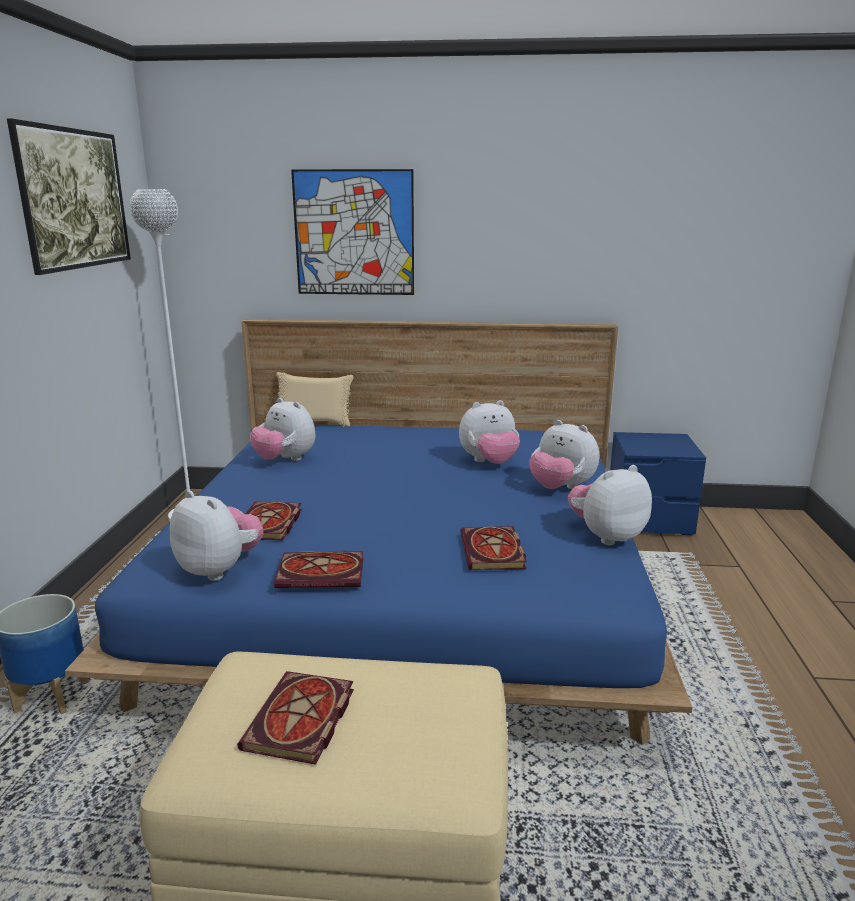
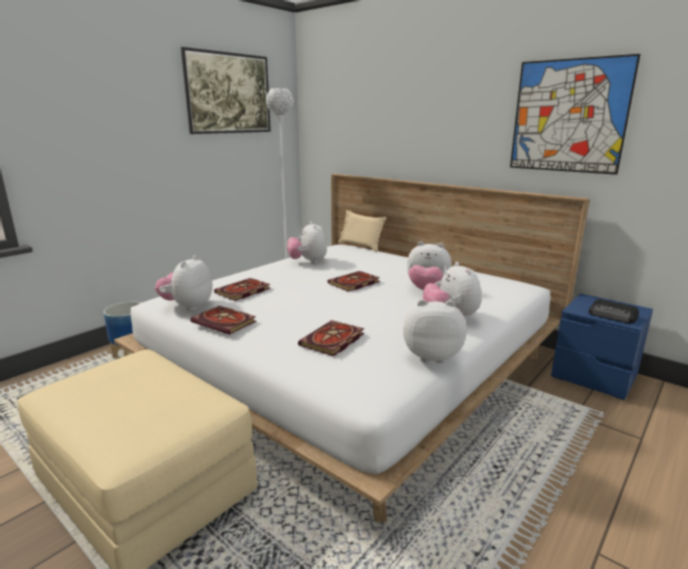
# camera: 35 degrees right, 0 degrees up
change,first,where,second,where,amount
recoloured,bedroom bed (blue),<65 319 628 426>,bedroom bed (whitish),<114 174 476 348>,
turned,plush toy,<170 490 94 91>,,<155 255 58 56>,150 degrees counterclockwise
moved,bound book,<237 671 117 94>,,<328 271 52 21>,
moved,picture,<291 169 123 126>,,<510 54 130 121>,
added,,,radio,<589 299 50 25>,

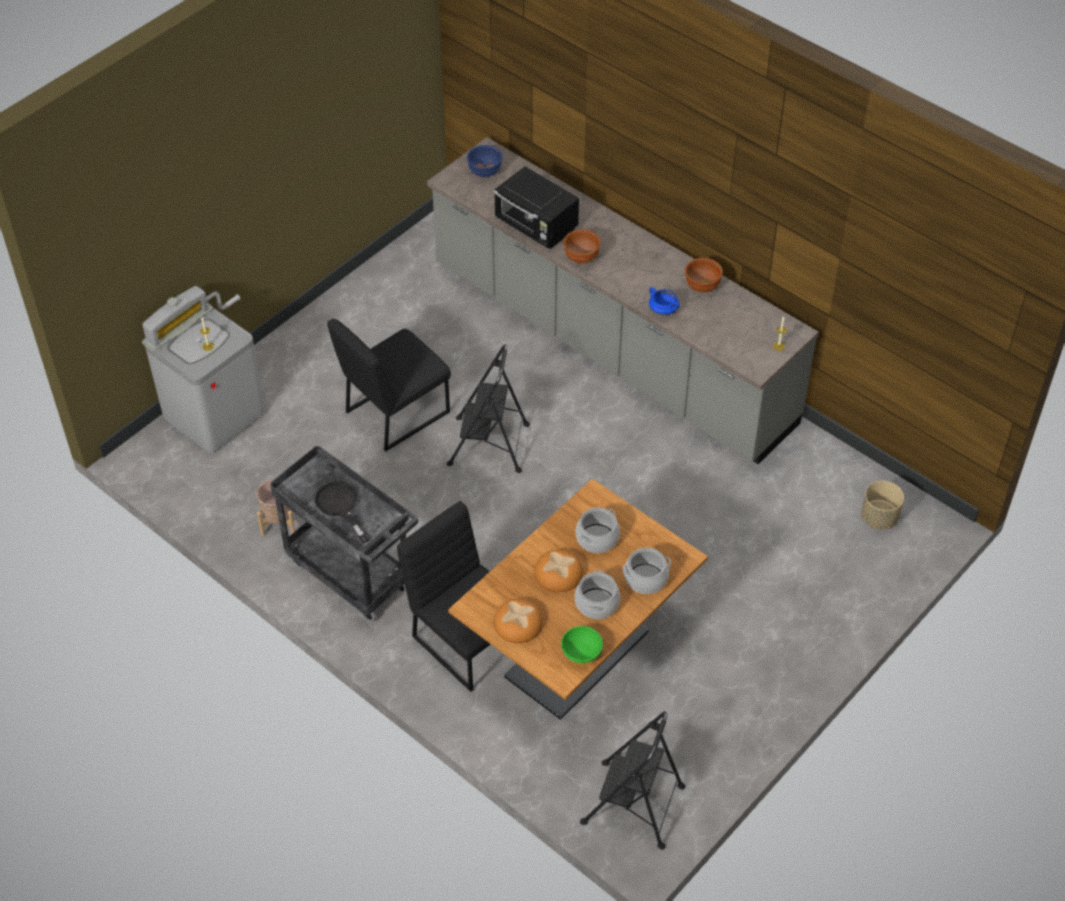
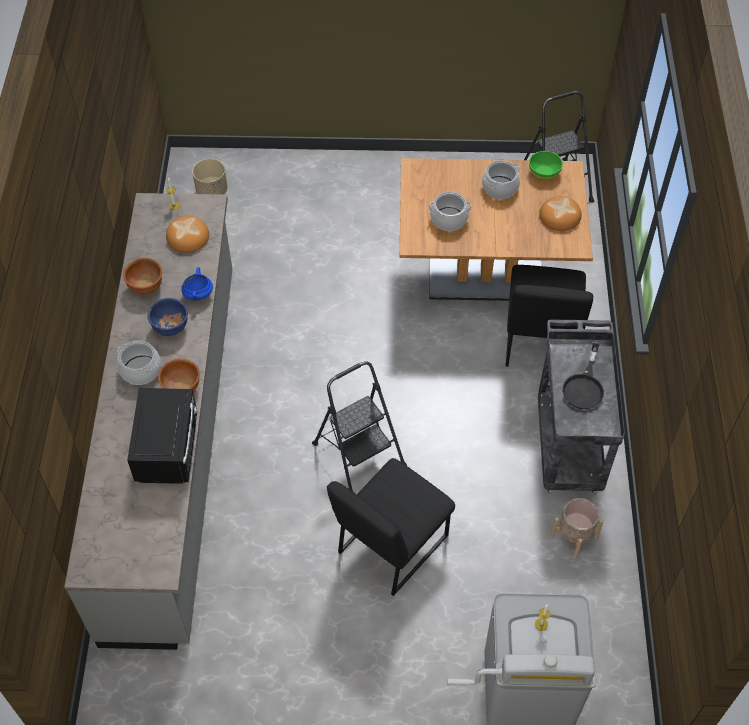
# camera: 130 degrees left, 5 degrees up
change,first,where,second,where,amount
turned,chair (black),<327 319 124 132>,,<327 458 128 138>,120 degrees clockwise
moved,bowl (blue),<467 145 35 32>,,<147 298 41 38>,
moved,bakery bread,<534 550 49 42>,,<166 216 43 37>,
moved,saucepot,<622 548 50 46>,,<117 340 44 45>,

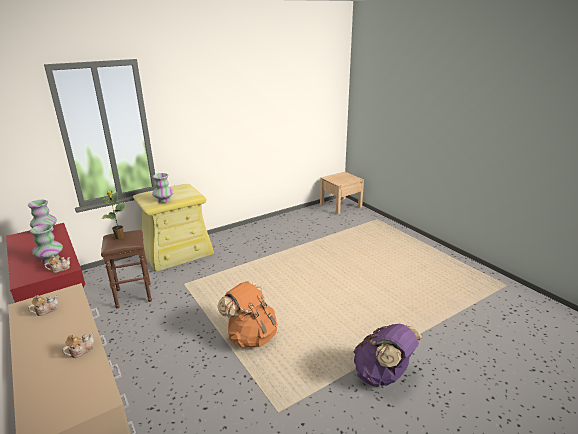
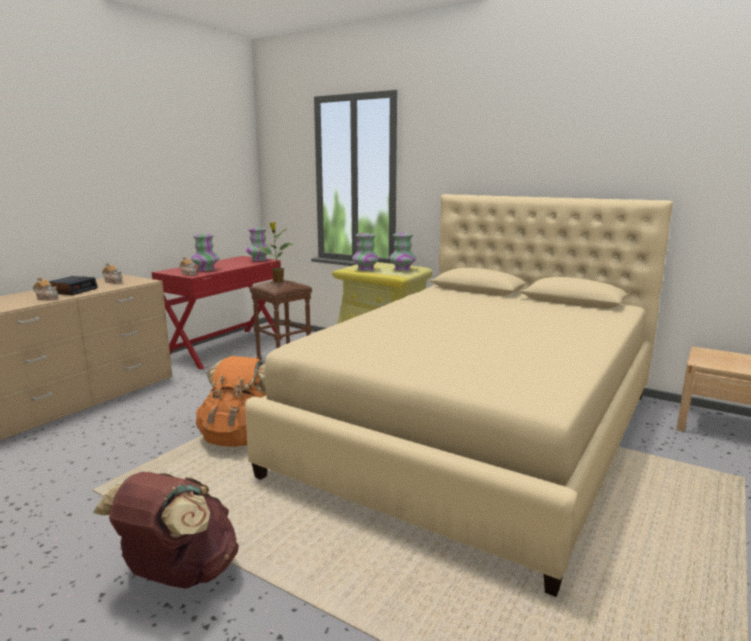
# camera: 65 degrees right, 10 degrees down
change,first,where,second,where,amount
recoloured,backpack (purple-coloured),<353 324 69 63>,backpack (brownish),<93 472 146 117>,
added,,,bedside clock,<49 276 49 19>,
added,,,bedroom bed (beige-coloured),<245 194 428 403>,
added,,,vase,<389 233 27 38>,

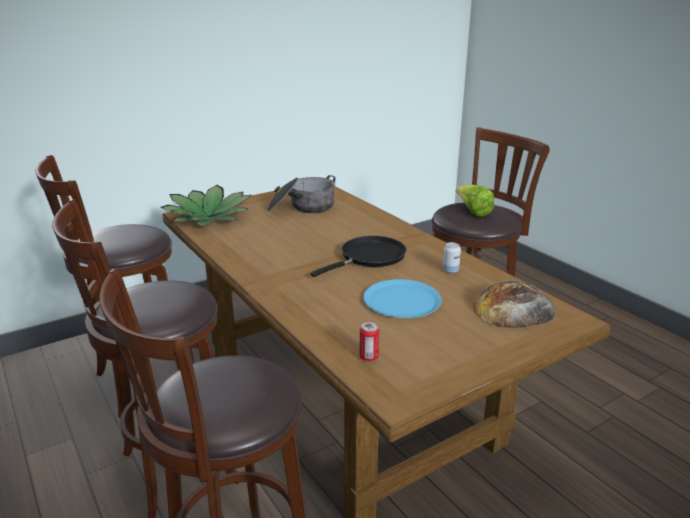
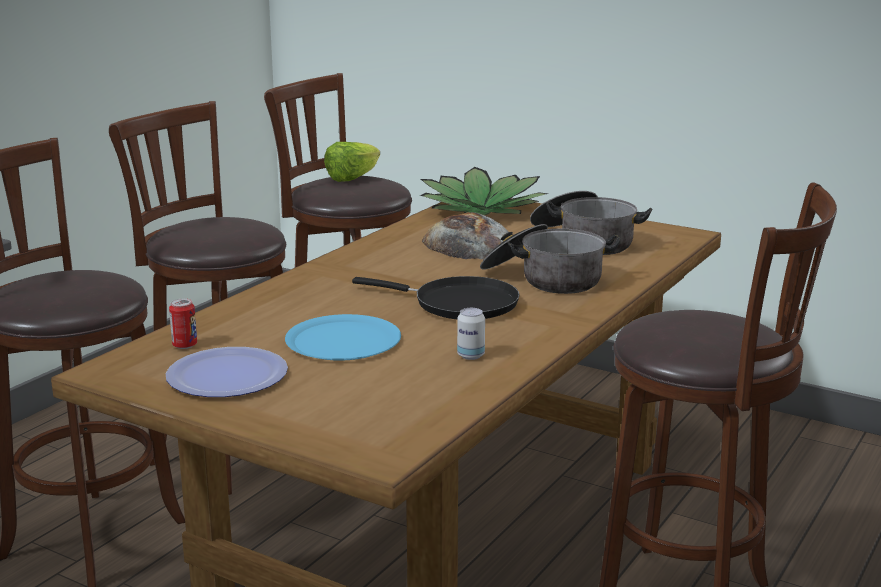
# camera: 65 degrees right, 5 degrees down
change,first,where,second,where,amount
moved,lettuce head,<456 185 38 32>,,<324 142 56 40>,
moved,bakery bread,<472 280 84 48>,,<422 212 87 48>,
added,,,flat dish,<166 347 122 50>,
added,,,saucepot,<480 224 140 70>,

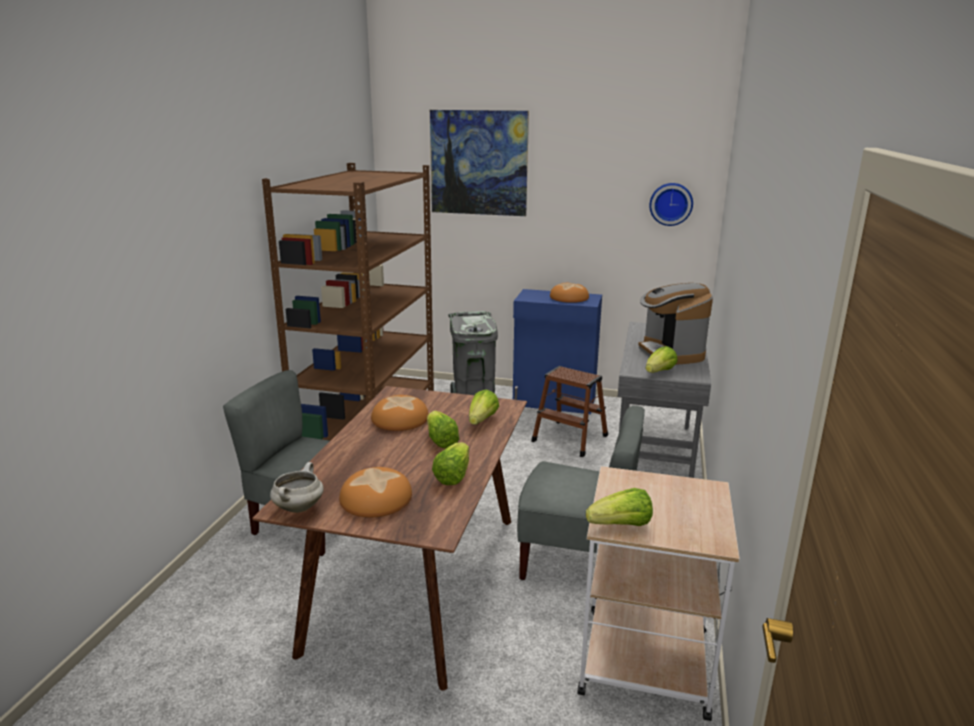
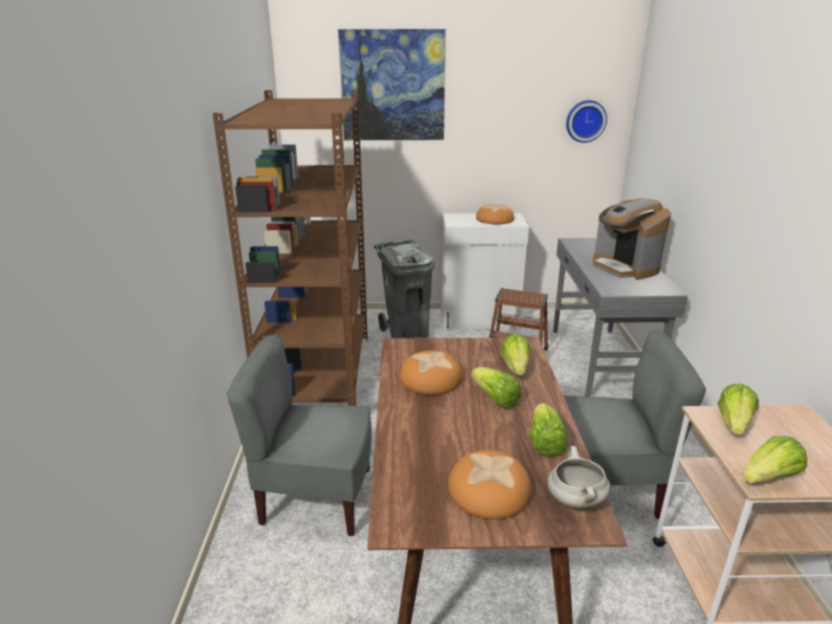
# camera: 15 degrees left, 5 degrees up
change,first,where,second,where,amount
moved,saucepot (whitish),<270 462 54 51>,,<548 446 62 64>,
recoloured,cabinet (blue),<513 289 89 125>,cabinet (whitish),<441 213 88 116>,
moved,lettuce head,<645 346 33 27>,,<717 383 42 52>,

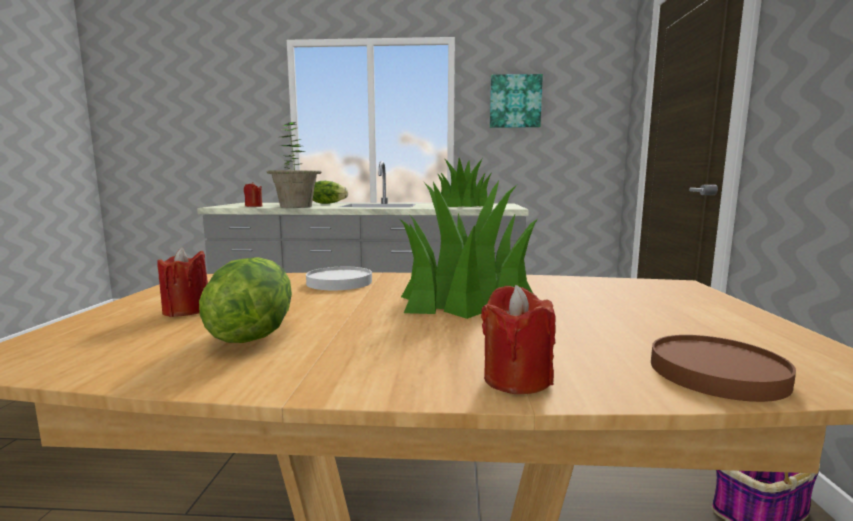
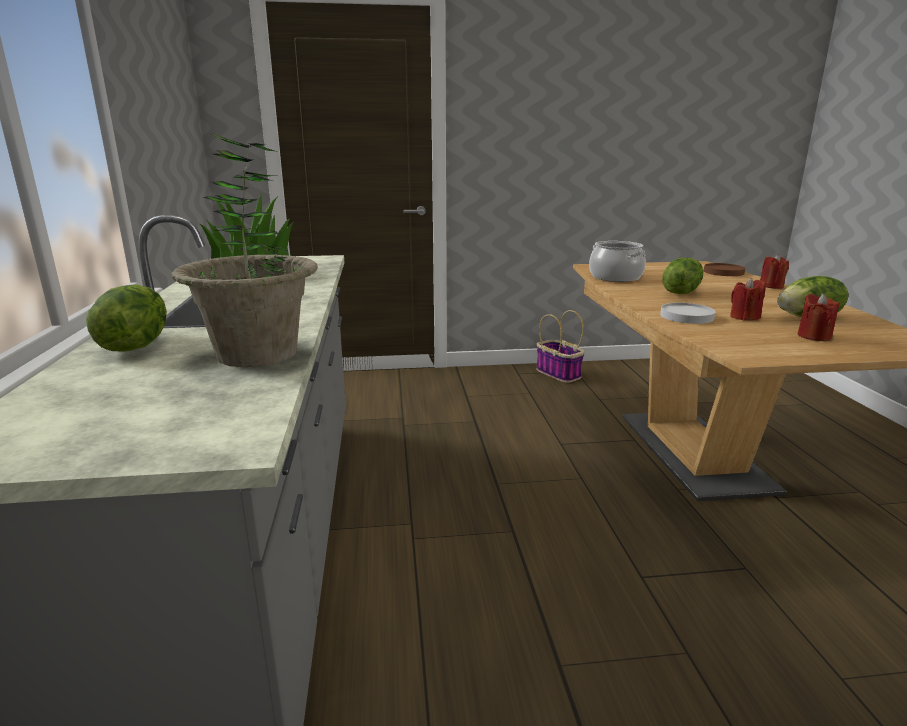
# camera: 100 degrees left, 10 degrees up
change,first,where,second,where,amount
moved,candle (reddish),<244 182 18 25>,,<730 278 36 43>,
replaced,houseplant,<400 181 138 138>,lettuce head,<662 258 41 36>,
removed,picture,<490 74 53 54>,,,
added,,,saucepot,<589 241 57 41>,

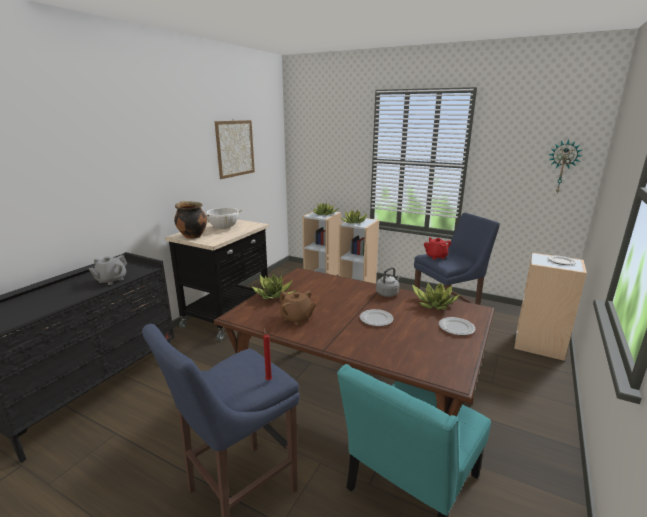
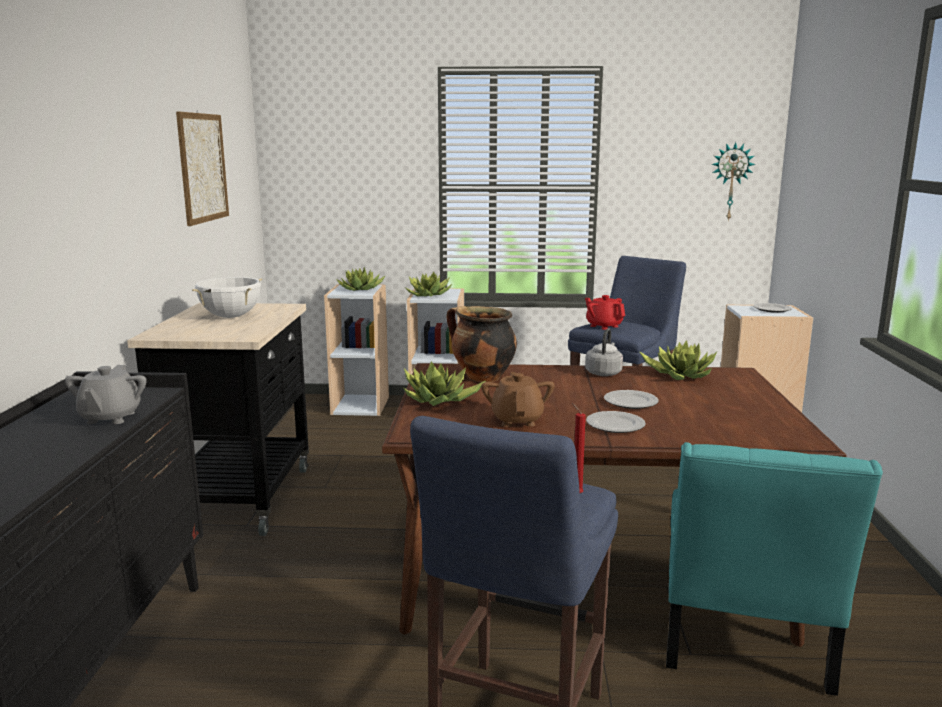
# camera: 25 degrees left, 5 degrees down
change,first,where,second,where,amount
moved,saucepot,<174 201 33 38>,,<447 306 70 76>,
turned,teapot (brownish),<279 291 37 34>,,<481 372 74 55>,105 degrees counterclockwise
moved,flat dish,<439 317 36 18>,,<586 411 60 22>,

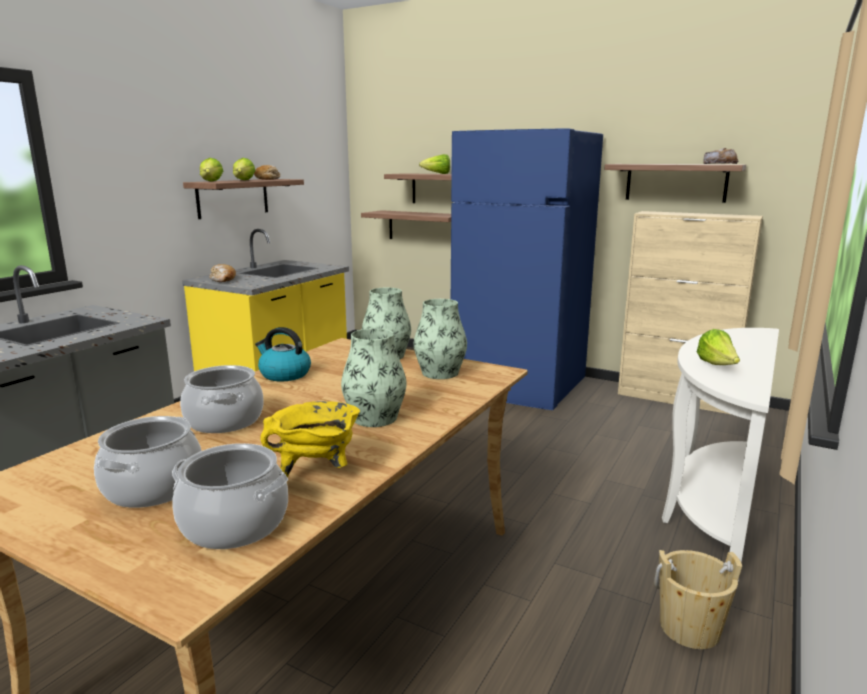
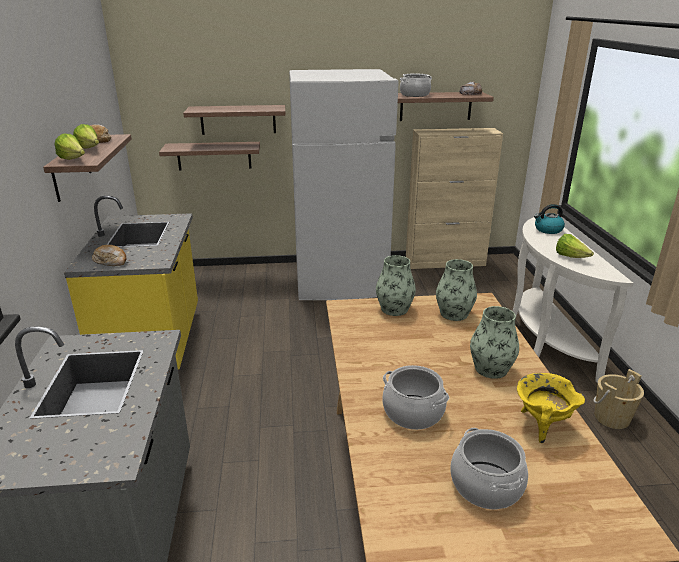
# camera: 35 degrees left, 10 degrees up
change,first,where,second,where,amount
moved,saucepot,<172 443 116 106>,,<400 74 32 23>,
moved,water kettle,<255 327 56 54>,,<534 204 31 30>,
removed,lettuce head,<419 154 31 20>,,,
recoloured,refrigerator (blue),<451 128 152 282>,refrigerator (whitish),<289 69 109 231>,

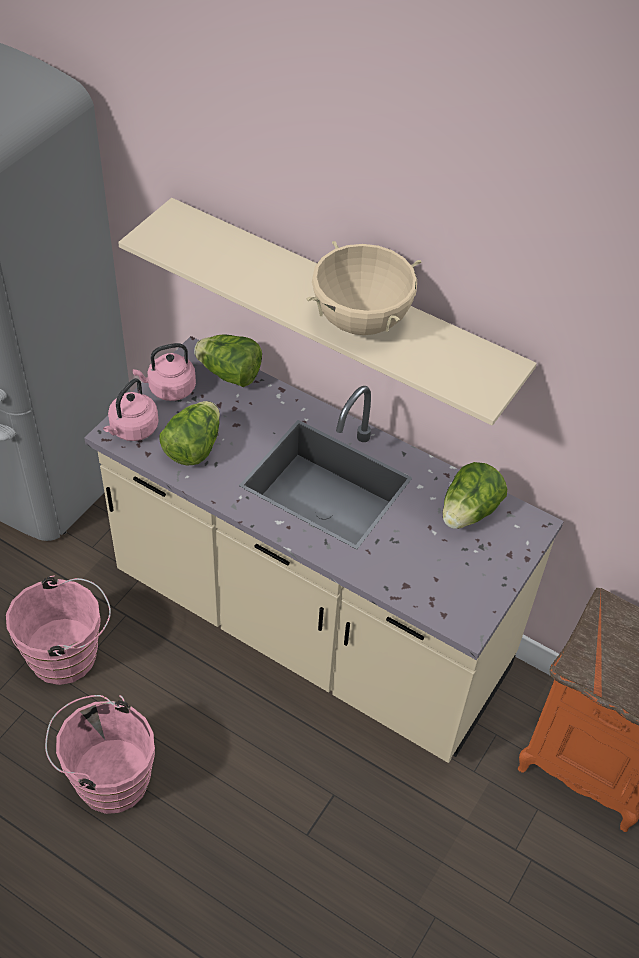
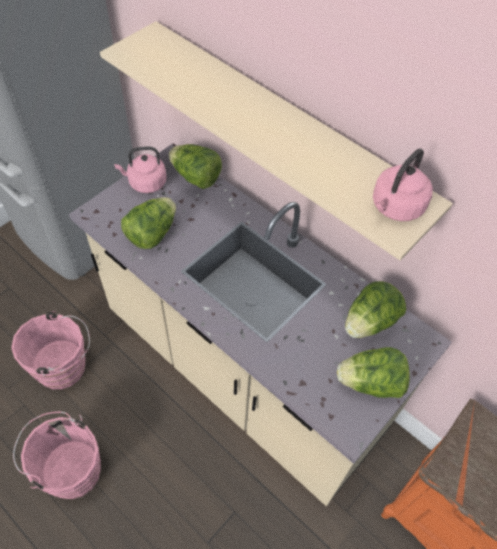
# camera: 10 degrees right, 5 degrees up
change,first,where,second,where,amount
moved,water kettle (pink-coloured),<103 378 56 63>,,<373 149 60 72>,
removed,saucepot (beige-coloured),<307 241 115 94>,,,
added,,,lettuce head,<337 347 73 51>,

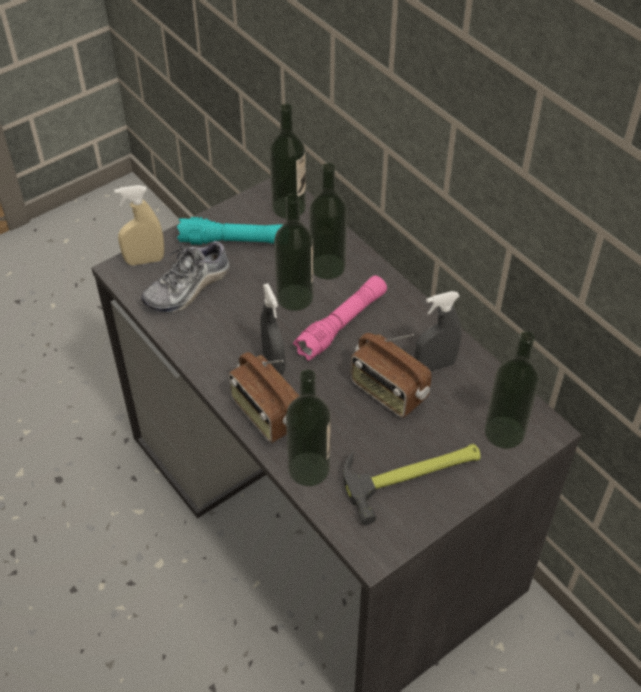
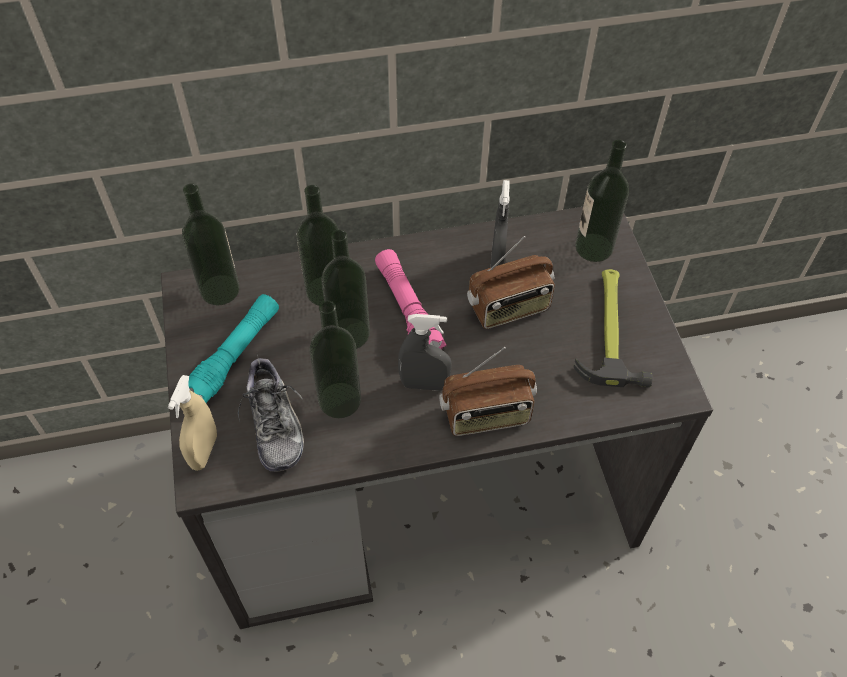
# camera: 65 degrees left, 5 degrees up
change,first,where,second,where,amount
moved,beverage bottle,<286 369 45 117>,,<309 301 52 117>,

